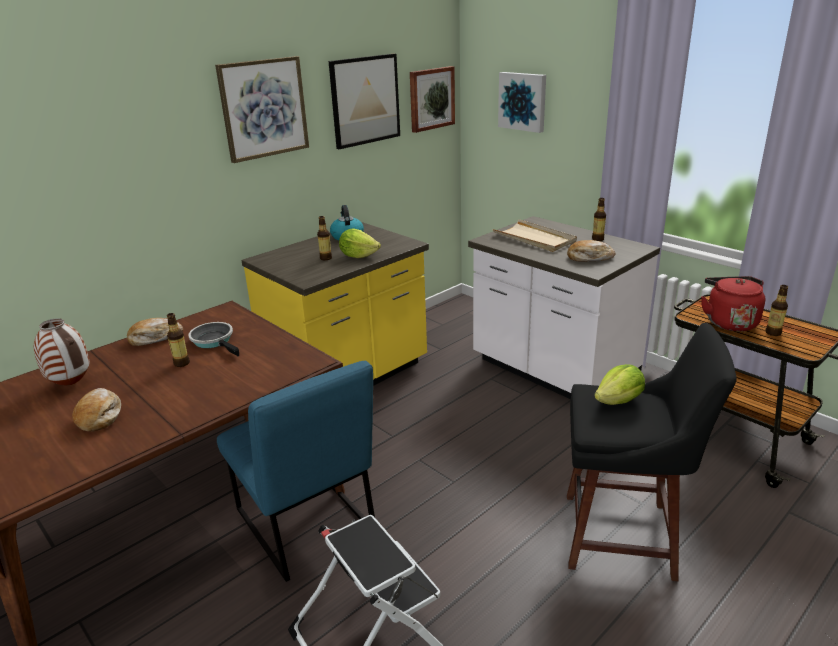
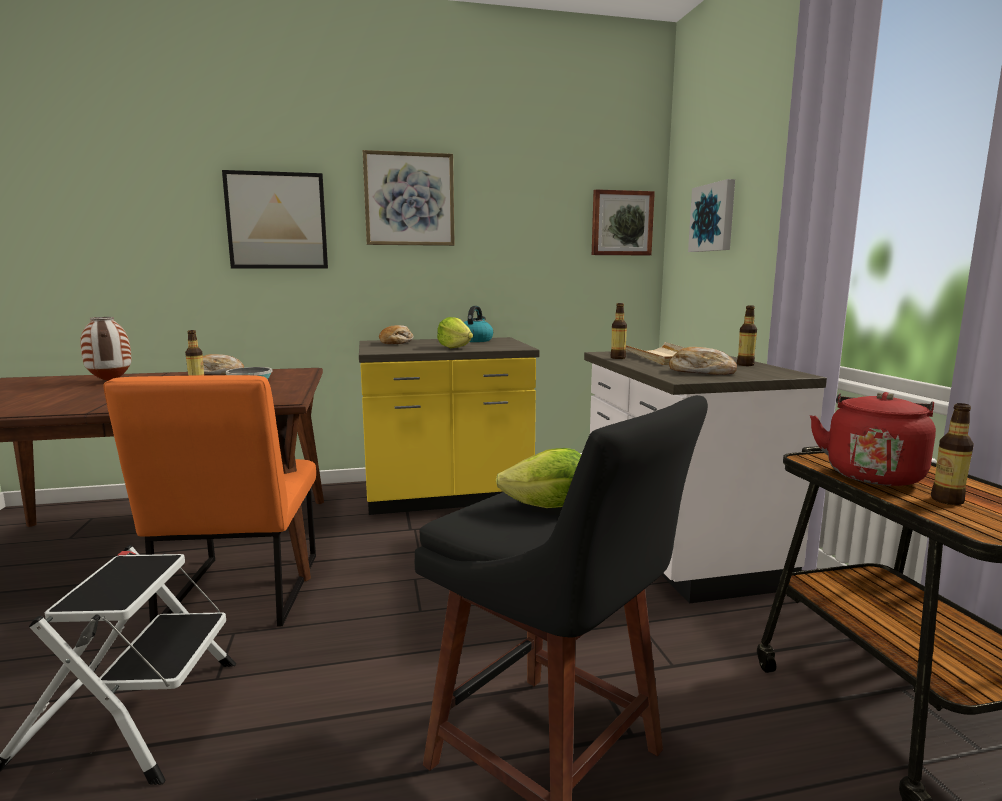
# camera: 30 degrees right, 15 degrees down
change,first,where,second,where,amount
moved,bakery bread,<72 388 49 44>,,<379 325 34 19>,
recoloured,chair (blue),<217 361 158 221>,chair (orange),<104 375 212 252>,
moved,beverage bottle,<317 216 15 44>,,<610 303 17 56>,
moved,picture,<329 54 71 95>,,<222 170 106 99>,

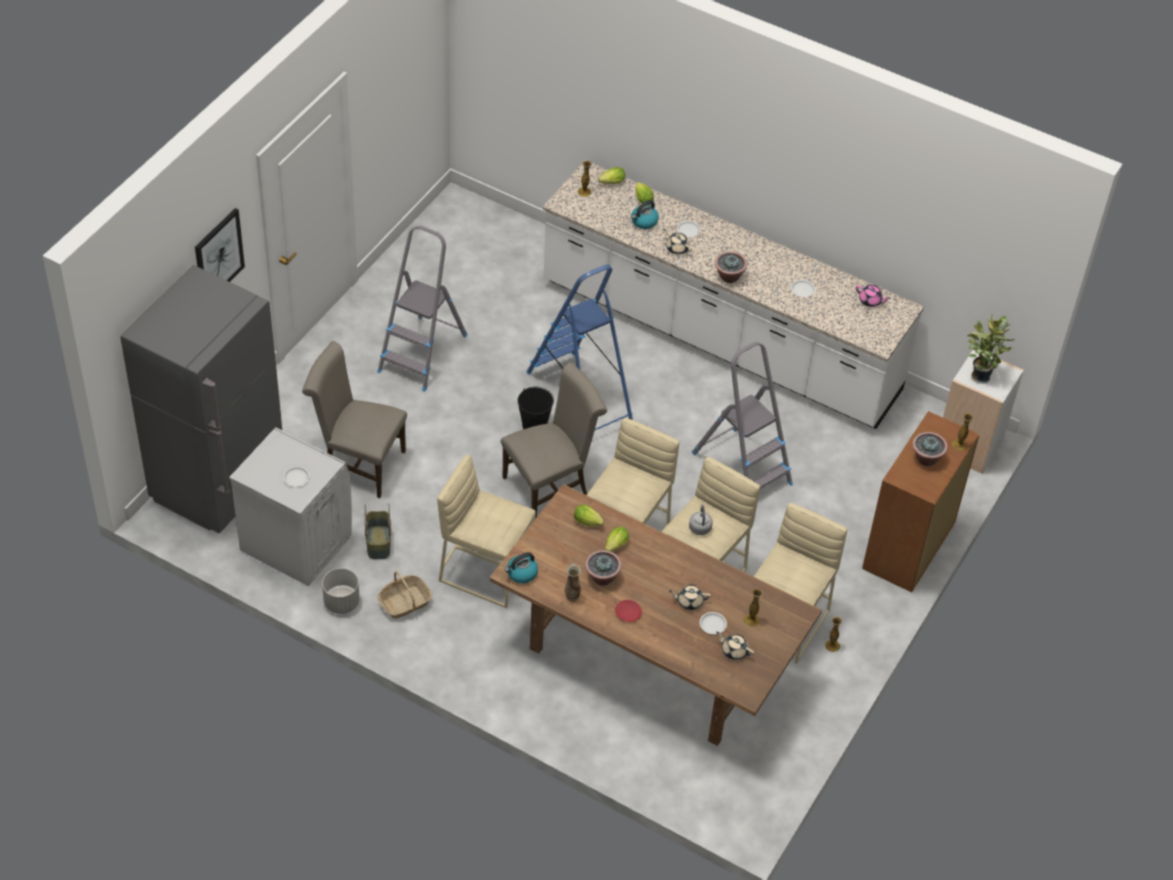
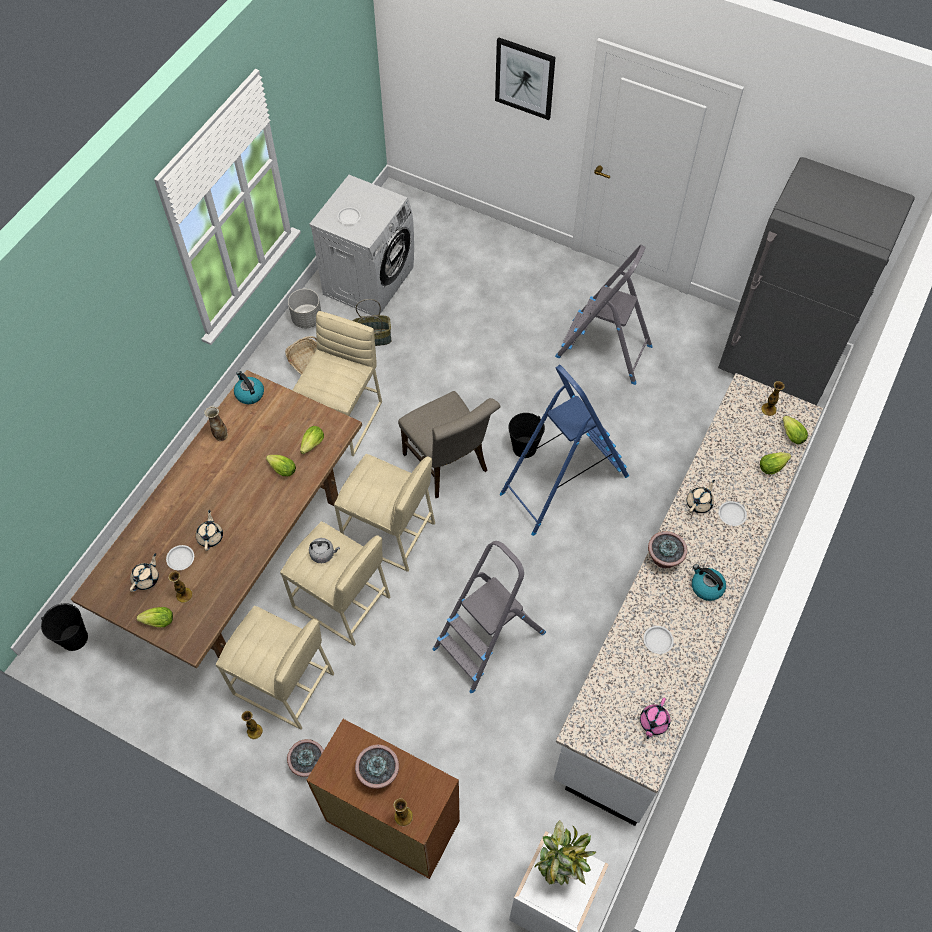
# camera: 90 degrees right, 10 degrees up
change,first,where,second,where,amount
moved,refrigerator (gray),<121 265 161 269>,,<718 157 196 248>,
removed,chair (beige-coloured),<302 341 105 157>,,,
moved,houseplant,<585 550 37 36>,,<287 739 37 38>,
removed,flat dish (reddish),<615 600 27 22>,,,
moved,water kettle,<631 200 28 29>,,<692 564 34 37>,
added,,,water bucket (black),<41 603 47 48>,
added,,,lettuce head,<137 607 36 20>,

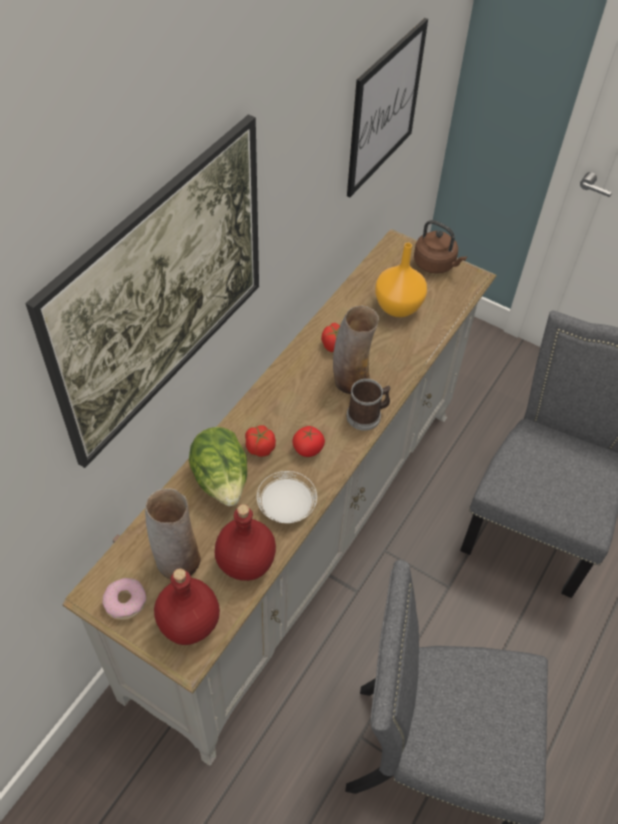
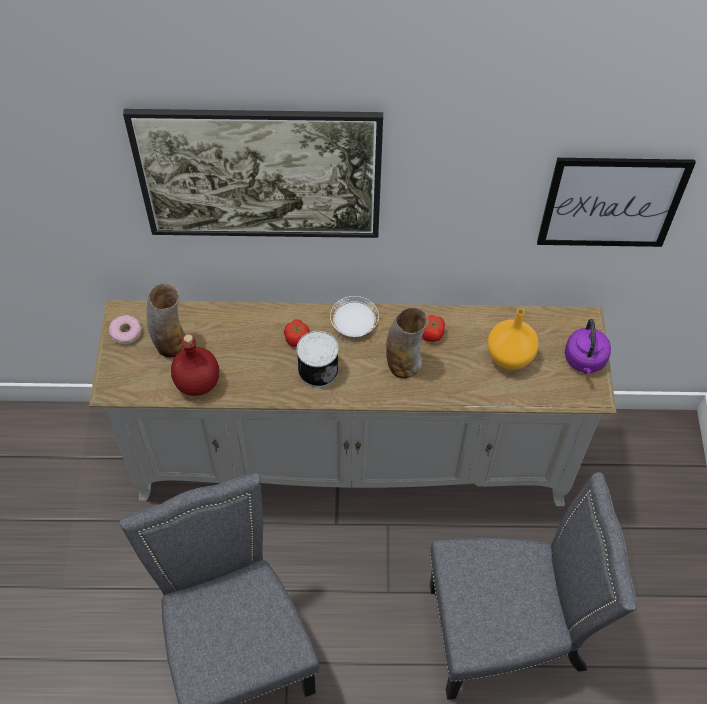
# camera: 60 degrees right, 5 degrees up
change,first,where,second,where,amount
removed,beverage bottle (reddish),<154 568 66 77>,,,
removed,lettuce head,<189 427 58 79>,,,
moved,flat dish (whitish),<257 471 60 52>,,<330 296 49 41>,
replaced,tomato,<292 426 33 31>,can,<296 331 43 57>,
removed,mug,<347 379 44 52>,,,
recoloured,water kettle (brownish),<414 220 53 54>,water kettle (purple-coloured),<565 319 46 55>,

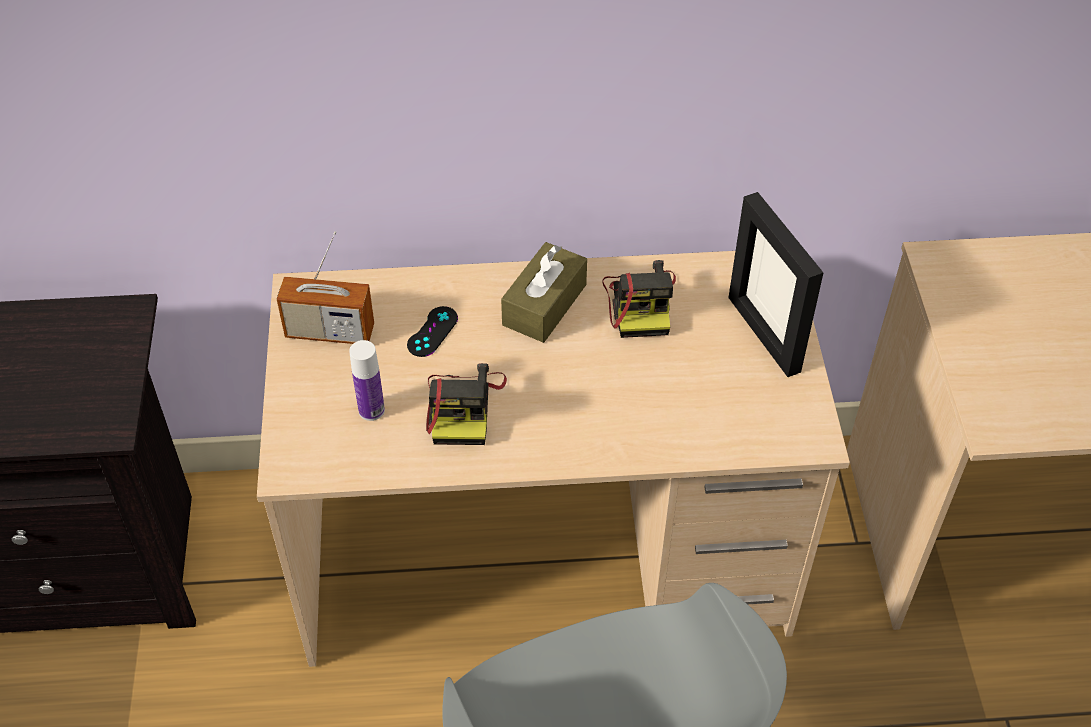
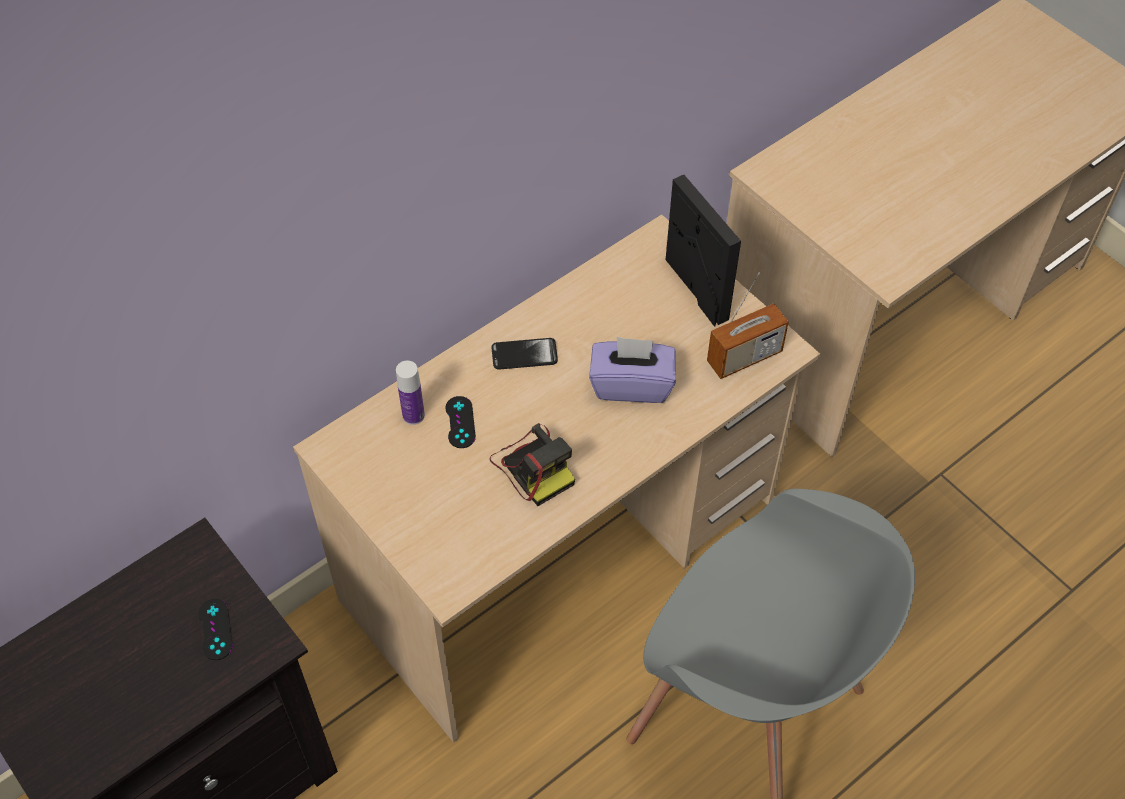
# camera: 35 degrees left, 5 degrees up
change,first,where,second,where,amount
moved,radio,<277 231 97 113>,,<707 272 82 107>,
moved,beverage bottle,<349 340 36 81>,,<396 361 29 64>,
replaced,tissue holder (brownish),<501 242 86 101>,handset,<492 338 66 32>,
removed,photo camera,<602 260 74 78>,,,
turned,photo frame,<728 192 95 185>,,<666 175 75 152>,150 degrees counterclockwise
added,,,game controller (black),<198 599 35 61>,
added,,,tissue holder (purple-coloured),<589 337 87 66>,

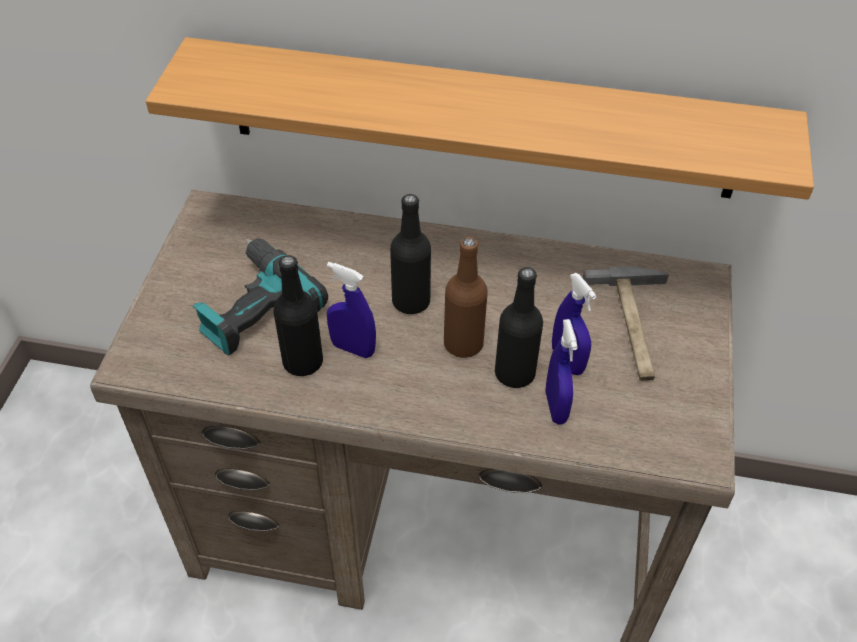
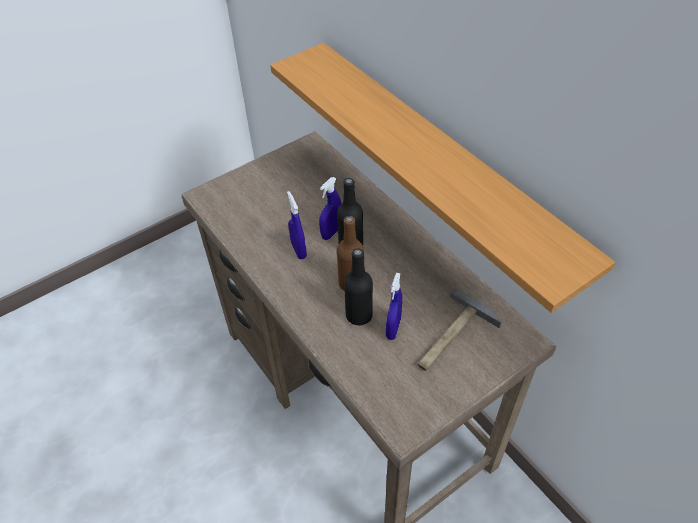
# camera: 45 degrees right, 0 degrees up
change,first,where,second,where,amount
removed,electric drill,<193 238 135 117>,,,
removed,beverage bottle (black),<273 255 50 121>,,,
moved,sprayer (blue),<545 319 33 106>,,<319 177 22 63>,

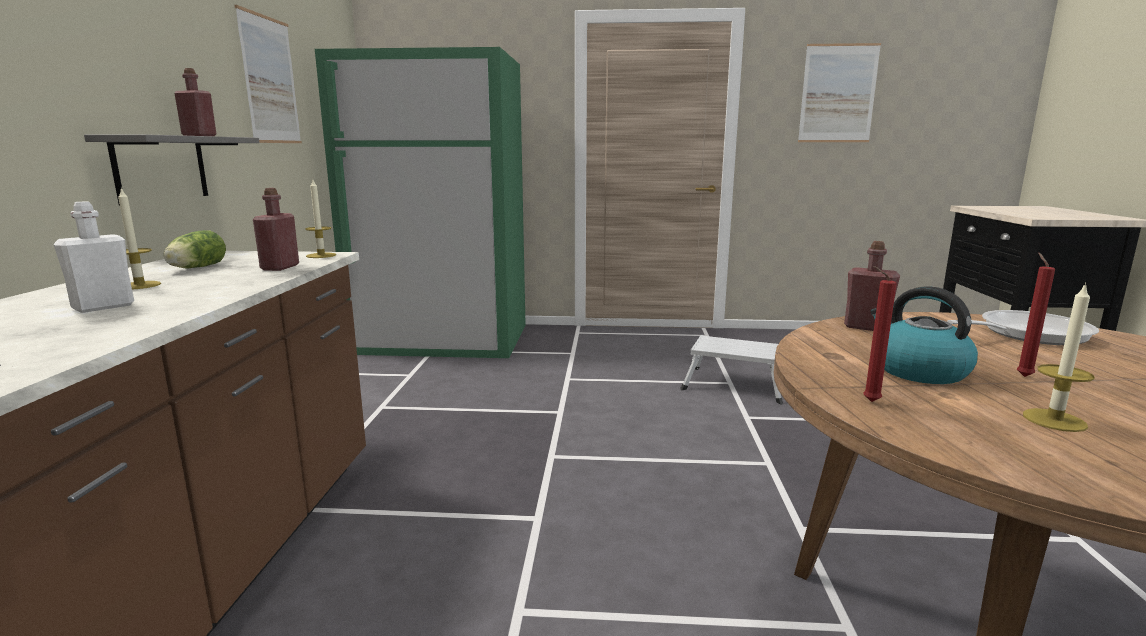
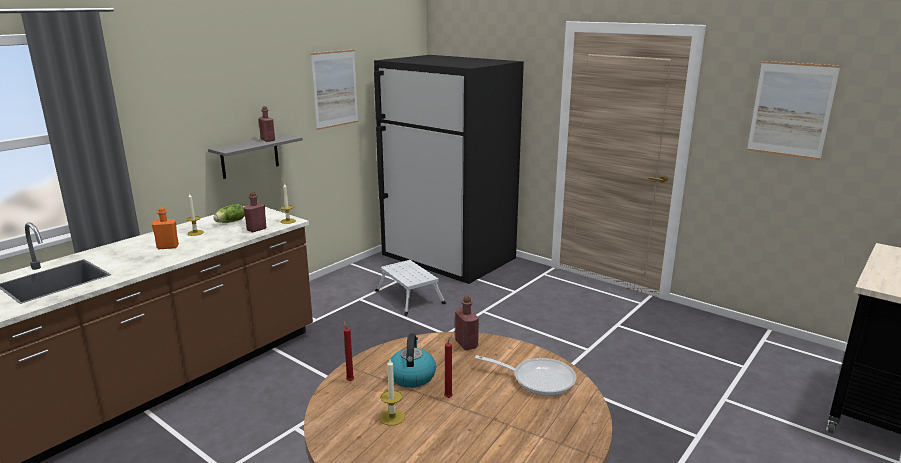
# camera: 35 degrees right, 5 degrees up
change,first,where,second,where,amount
recoloured,beverage bottle (whitish),<53 201 81 112>,beverage bottle (orange),<152 207 27 42>,
recoloured,refrigerator (green-coloured),<315 47 211 311>,refrigerator (black),<374 55 150 229>,
moved,stepladder (whitish),<680 335 103 70>,,<375 260 71 56>,

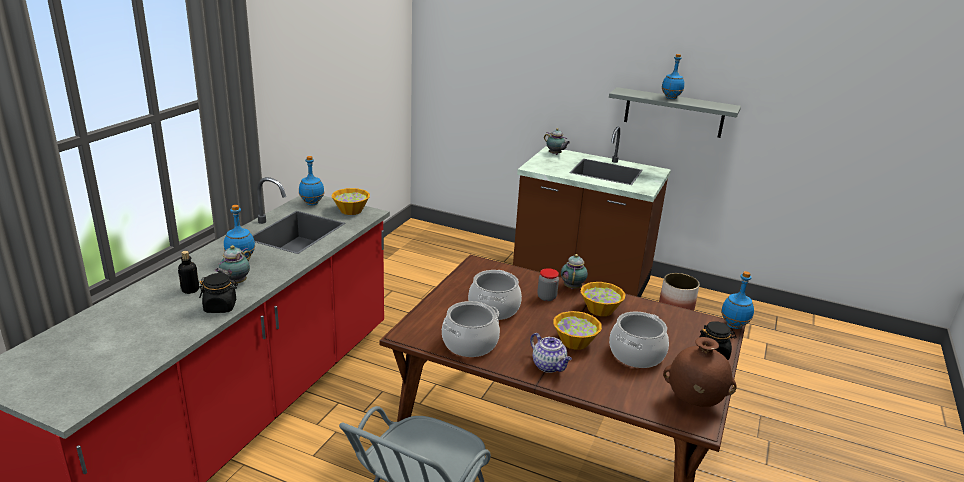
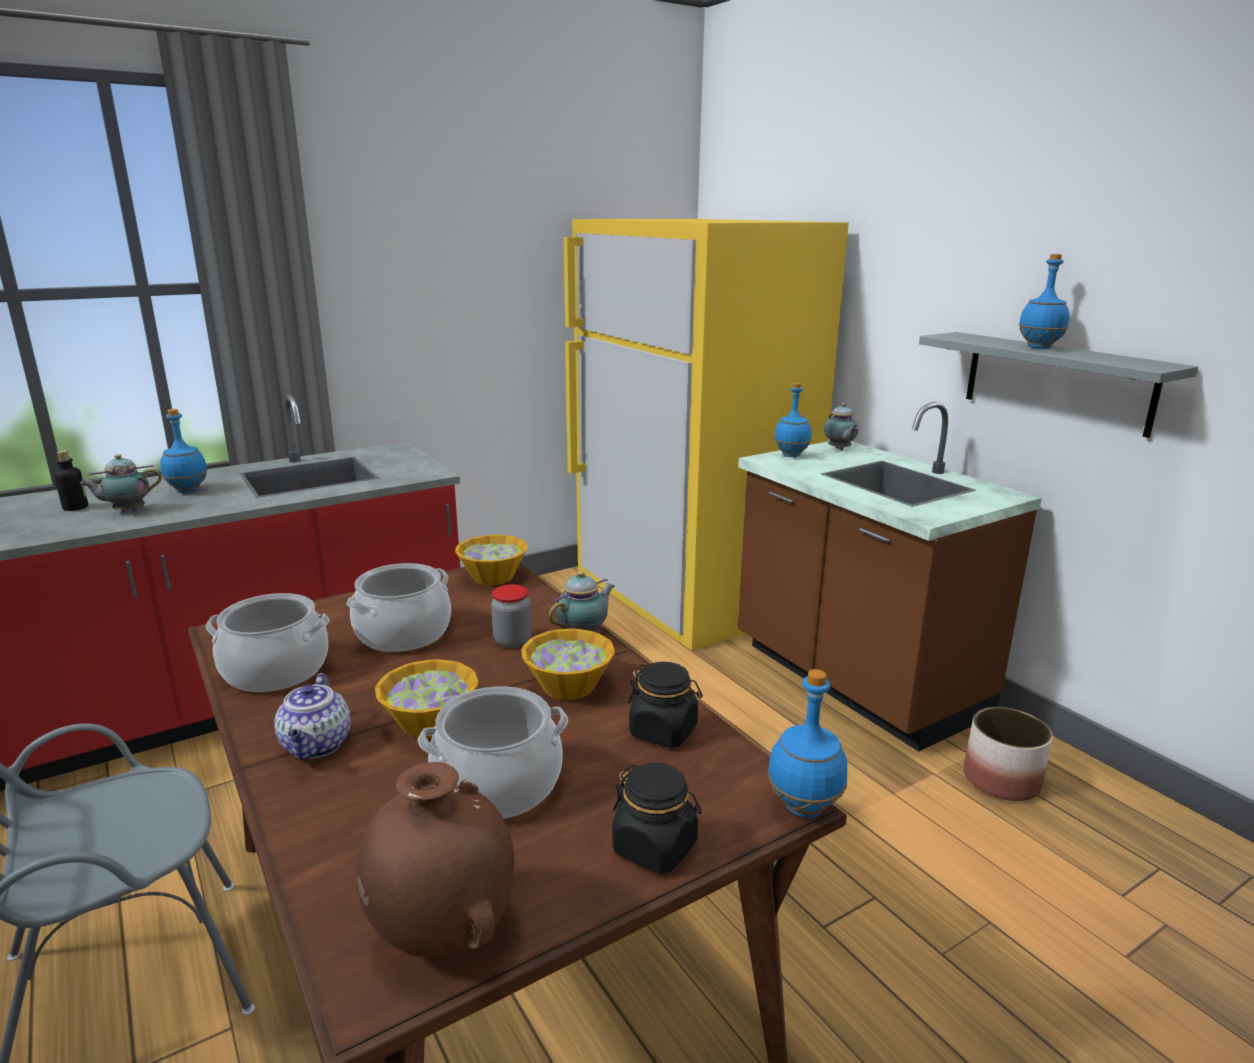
# camera: 35 degrees right, 5 degrees down
change,first,where,second,where,amount
moved,jar (black),<199 273 39 40>,,<628 662 75 86>,
moved,beverage bottle (blue),<299 156 25 49>,,<774 383 38 74>,
moved,bowl,<331 188 39 27>,,<455 535 73 50>,
added,,,refrigerator (yellowish),<564 219 285 432>,

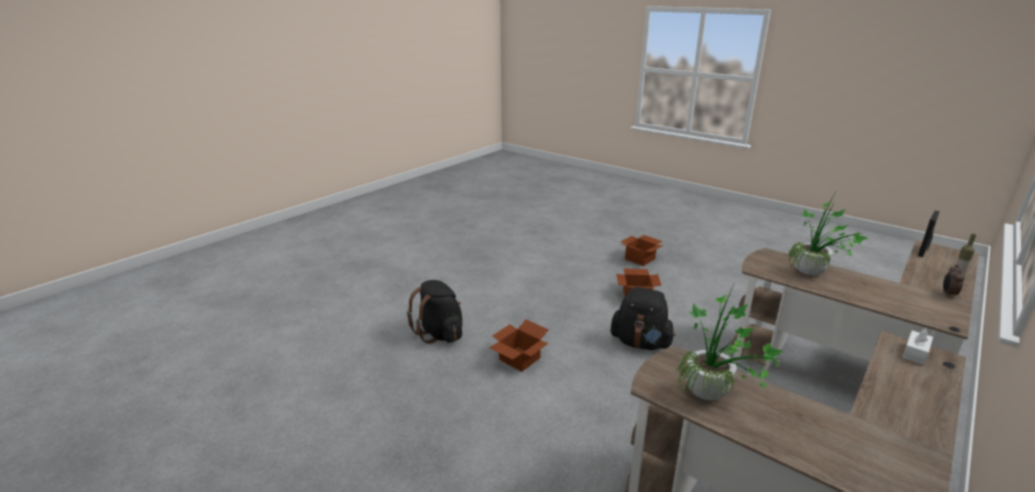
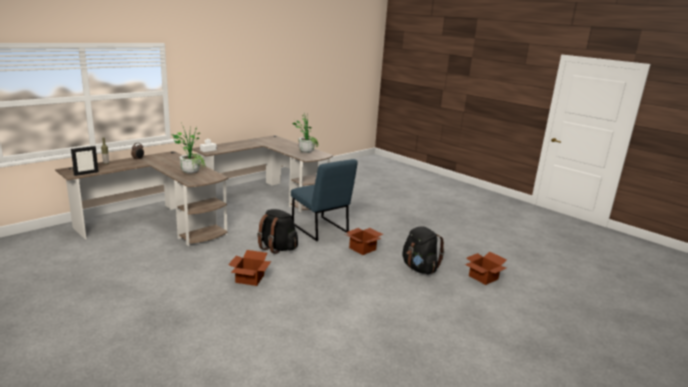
# camera: 175 degrees left, 5 degrees down
change,first,where,second,where,amount
moved,cardboard box,<621 235 42 31>,,<465 252 42 33>,
added,,,chair (blue),<291 159 67 82>,

